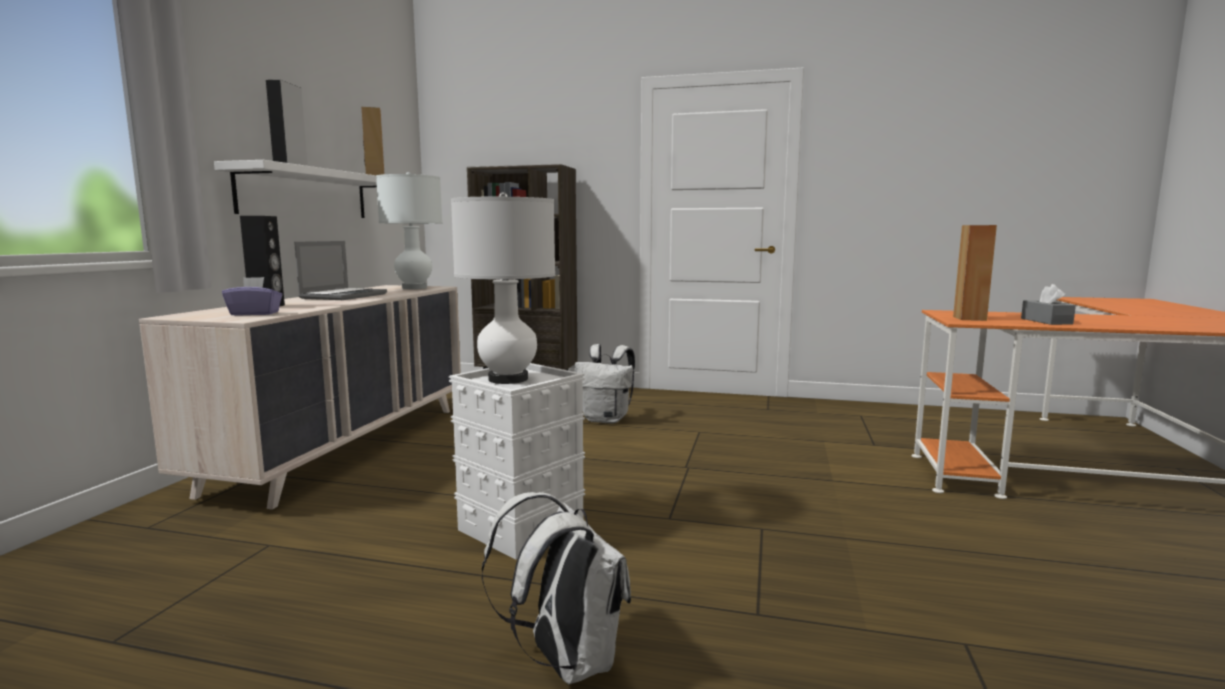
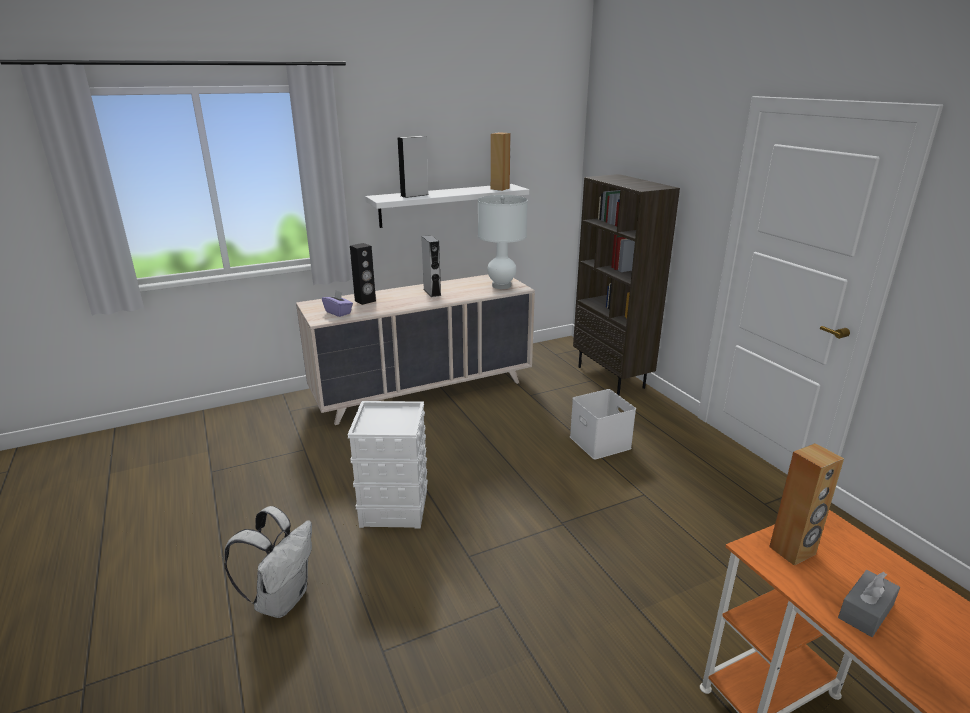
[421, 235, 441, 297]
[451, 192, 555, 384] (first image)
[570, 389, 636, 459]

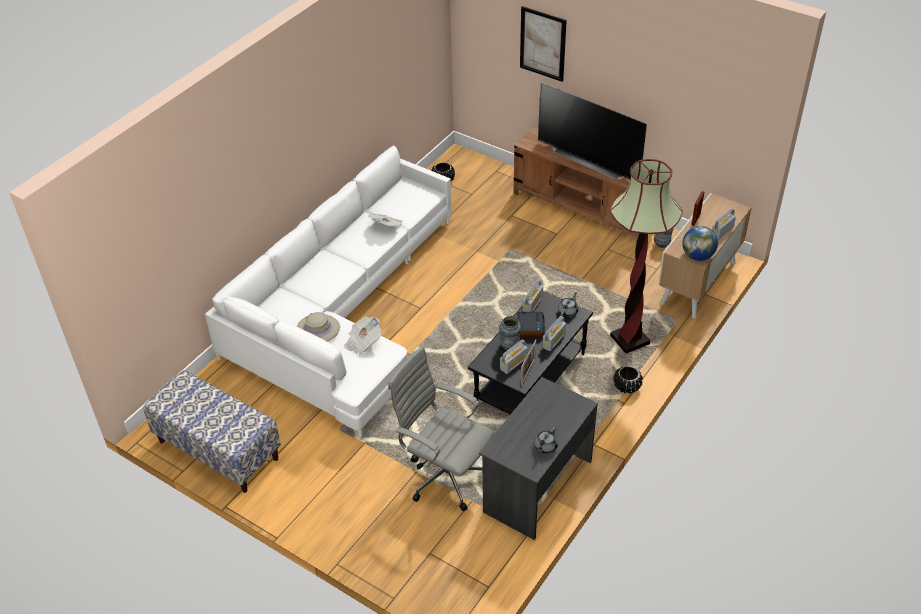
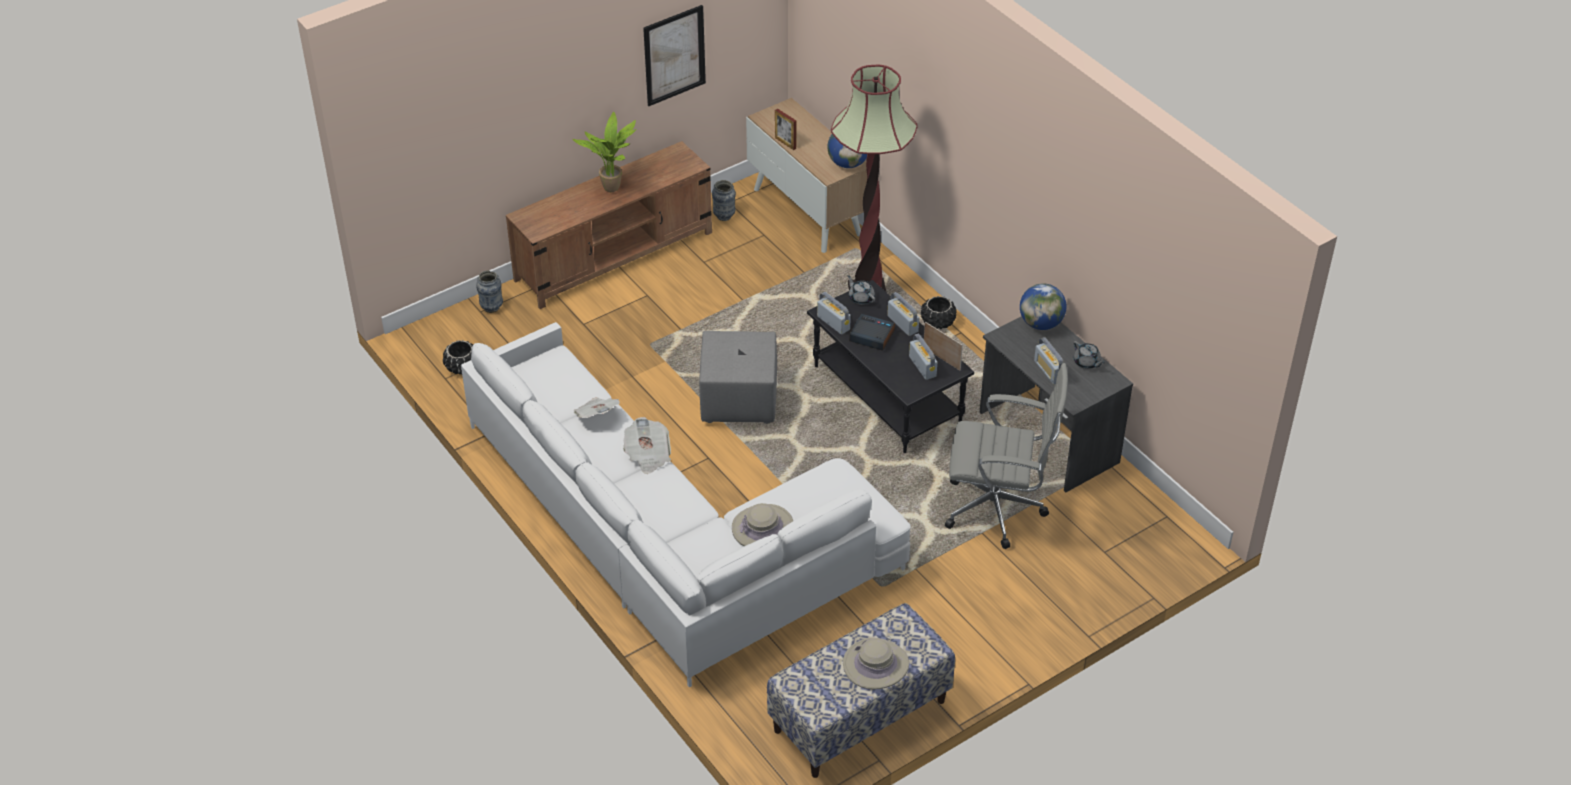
[623, 417, 671, 474]
[945, 363, 1068, 549]
[476, 270, 503, 313]
[643, 5, 706, 106]
[572, 112, 636, 192]
[1034, 337, 1063, 385]
[699, 331, 777, 424]
[843, 638, 909, 689]
[1020, 284, 1067, 330]

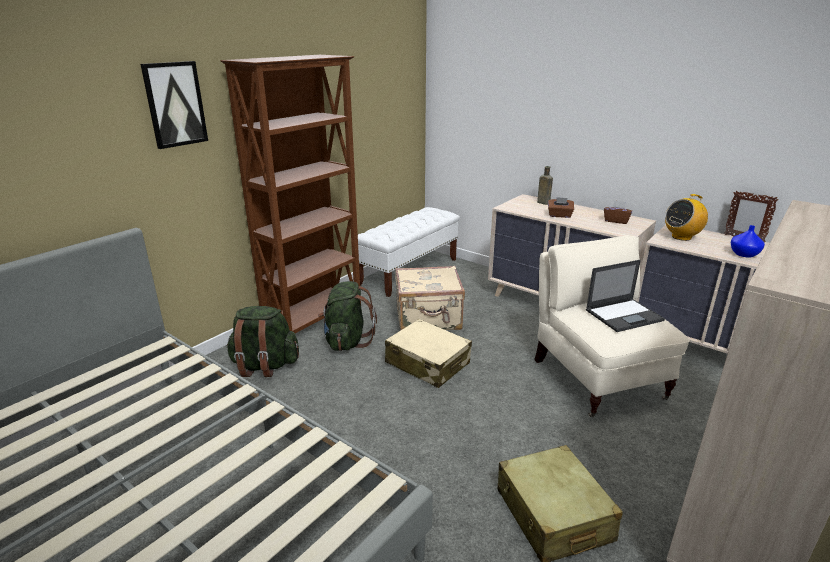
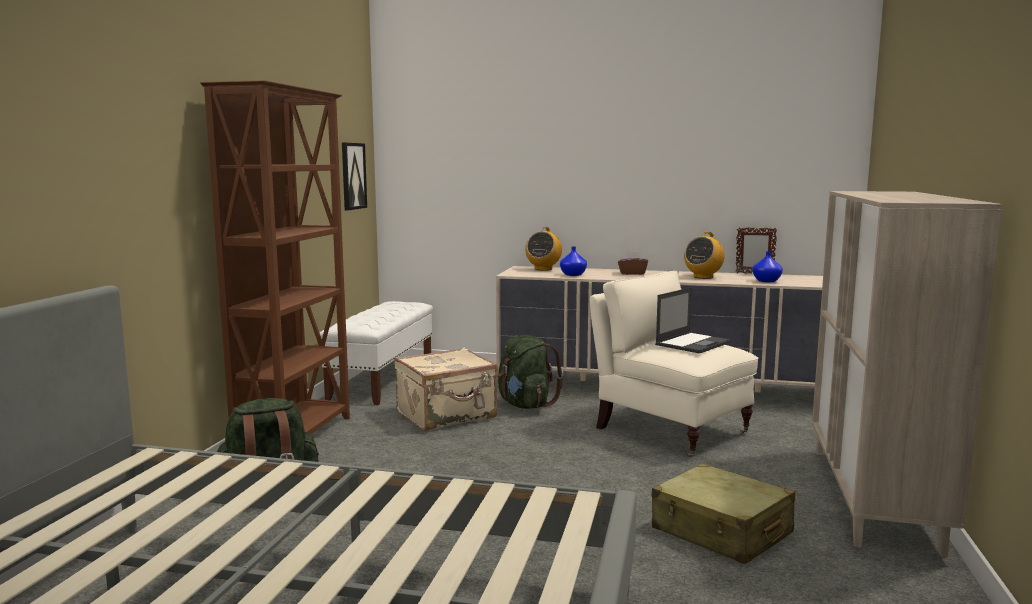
[342, 143, 367, 210]
[497, 335, 563, 409]
[385, 319, 472, 388] (first image)
[525, 227, 562, 271]
[560, 246, 587, 276]

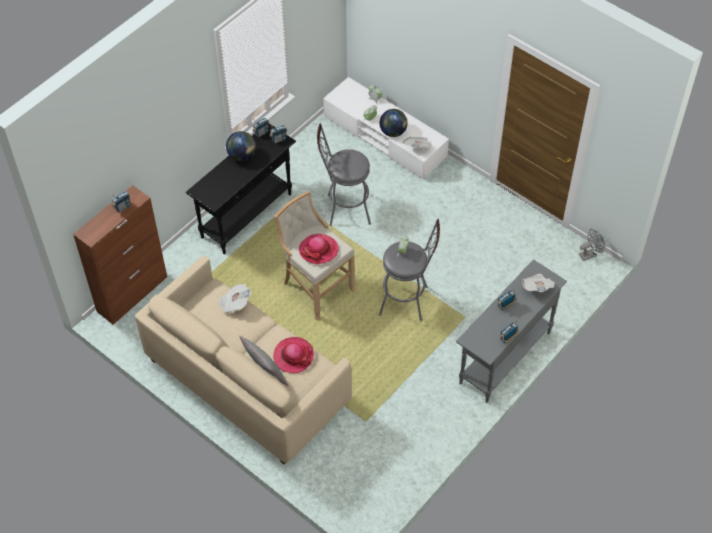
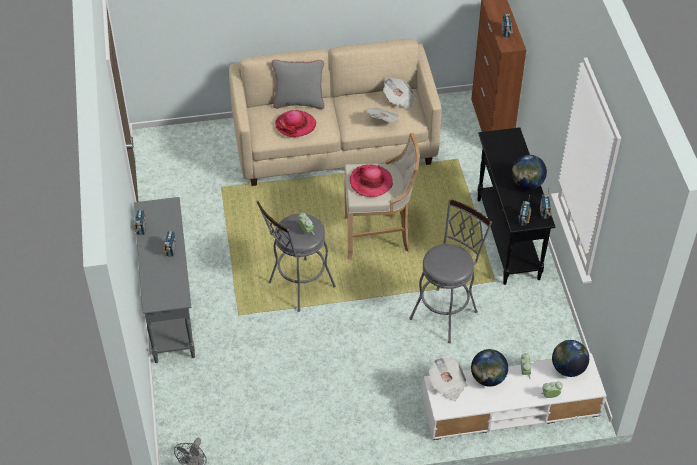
[383, 78, 416, 110]
[552, 340, 589, 377]

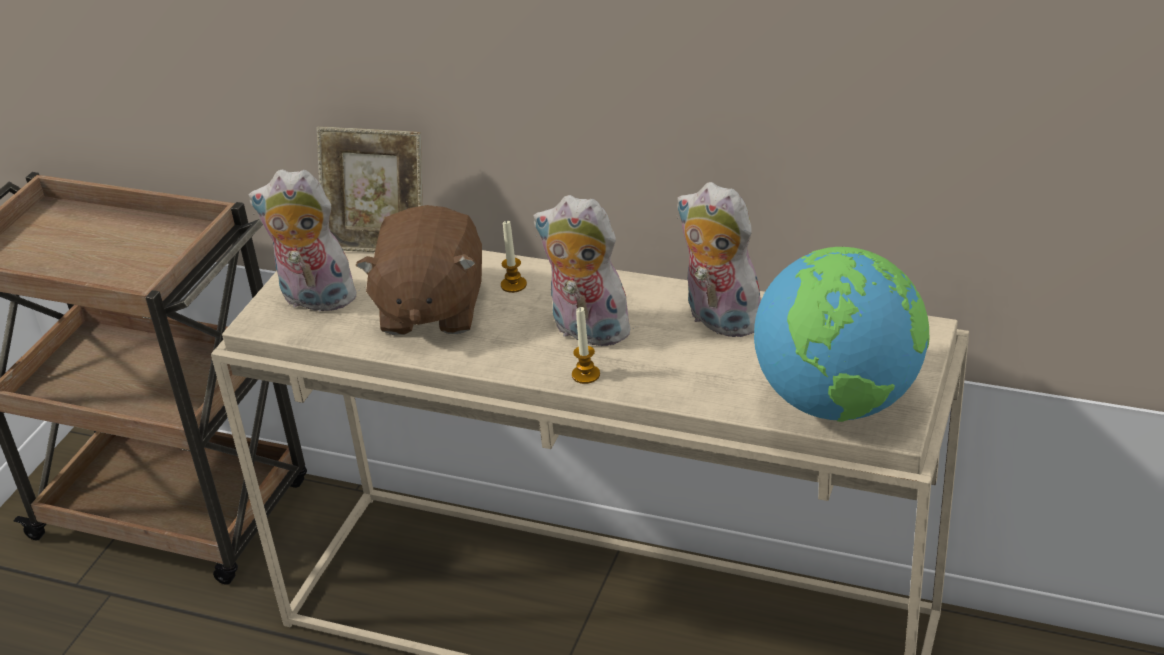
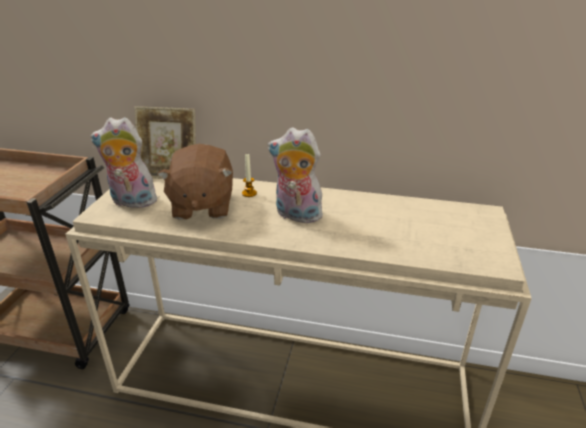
[572, 307, 600, 384] (first image)
[677, 182, 761, 337] (first image)
[754, 247, 929, 422] (first image)

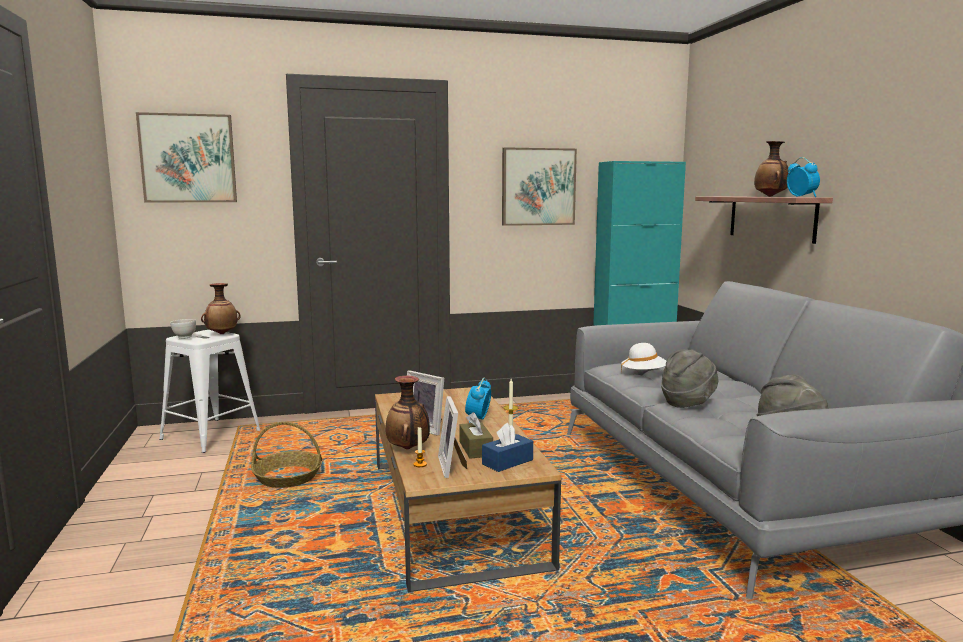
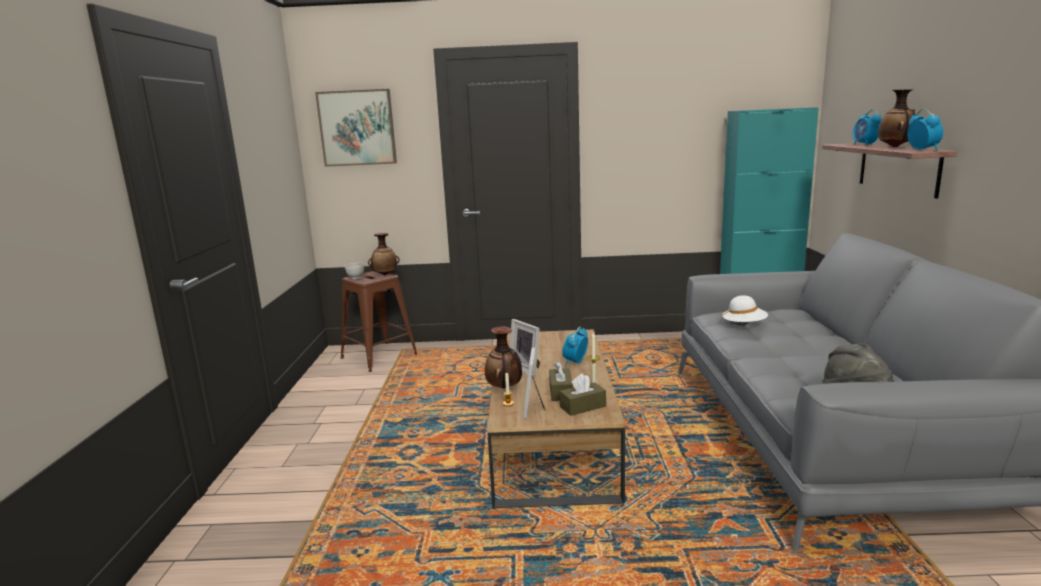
[341, 271, 417, 372]
[251, 422, 322, 488] (first image)
[559, 373, 606, 416]
[502, 147, 577, 226] (first image)
[661, 349, 718, 408] (first image)
[853, 109, 882, 146]

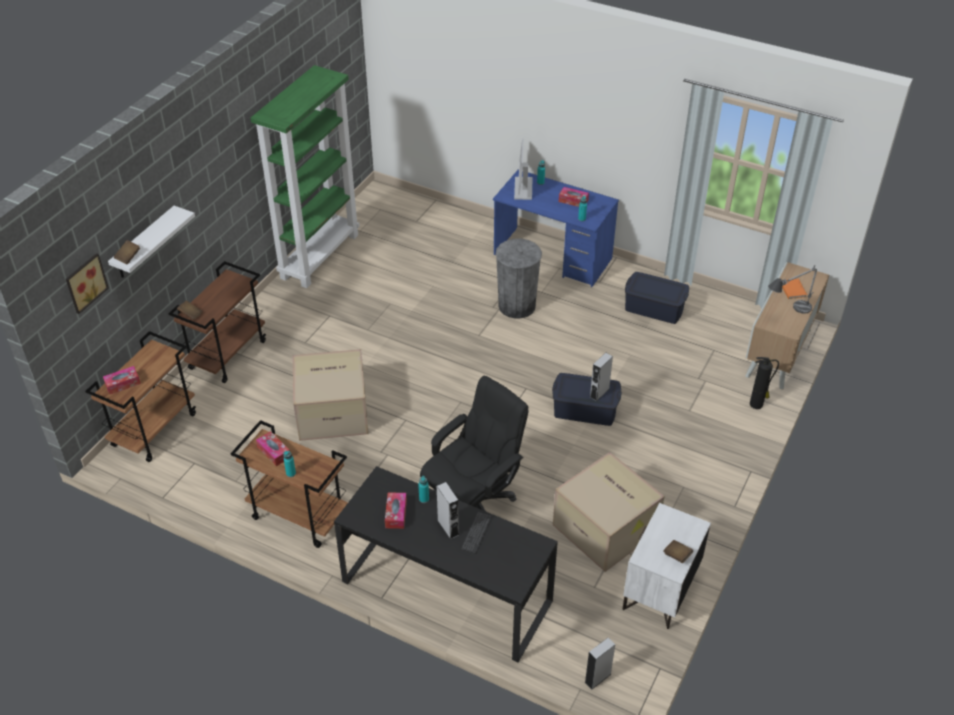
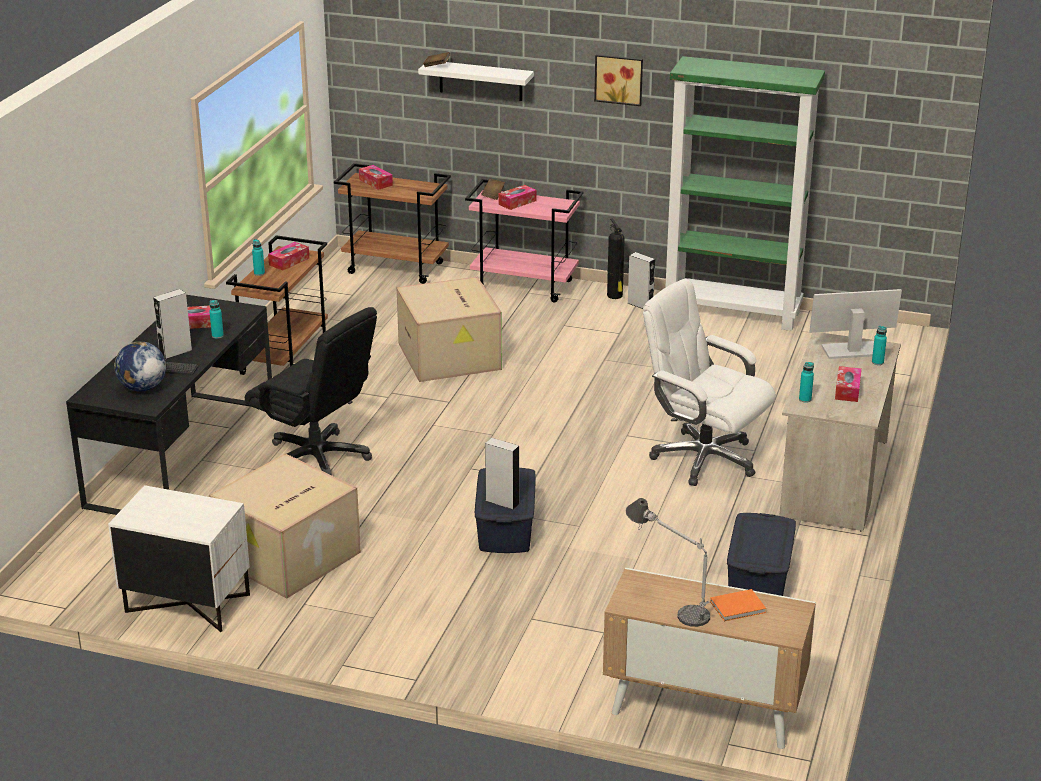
[594, 54, 643, 106]
[465, 179, 583, 302]
[779, 332, 901, 531]
[643, 279, 776, 486]
[628, 252, 655, 309]
[663, 540, 693, 563] (first image)
[607, 219, 625, 299]
[114, 341, 166, 391]
[498, 185, 537, 210]

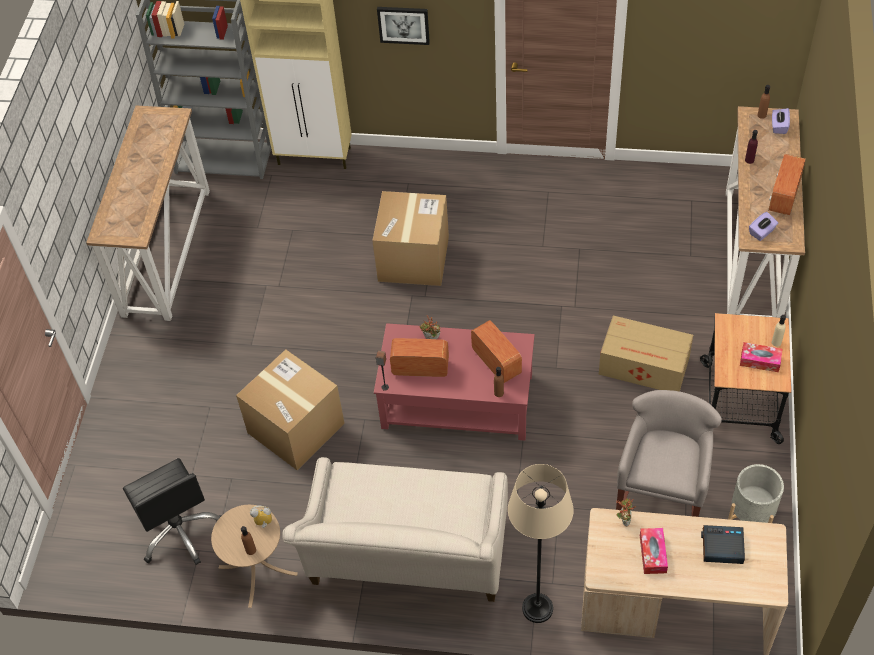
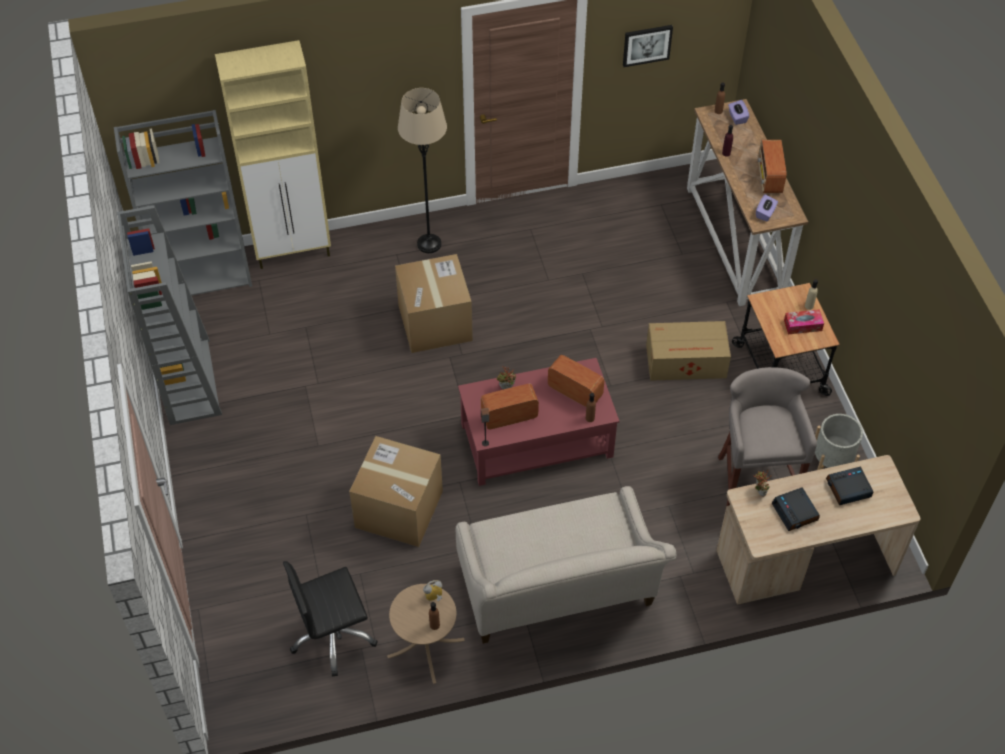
[117, 205, 222, 425]
[283, 561, 378, 676]
[623, 25, 673, 67]
[398, 88, 447, 254]
[772, 488, 820, 531]

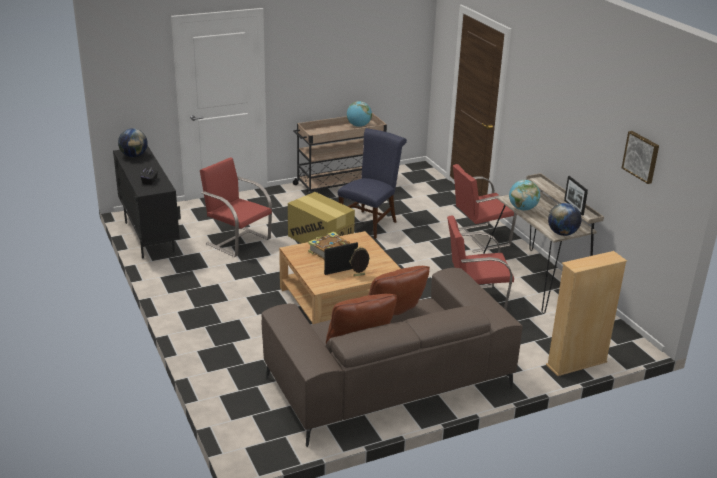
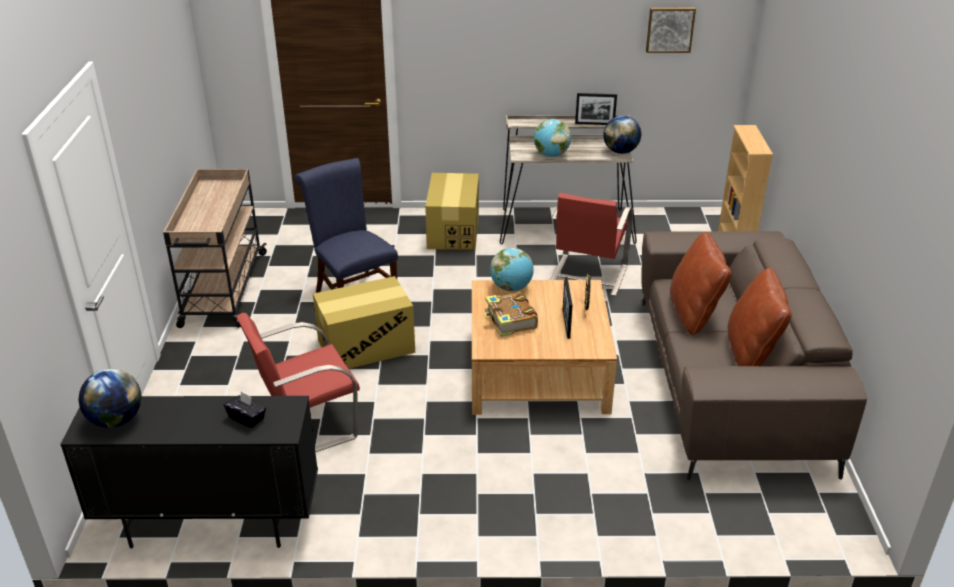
[490, 248, 534, 291]
[425, 173, 479, 250]

